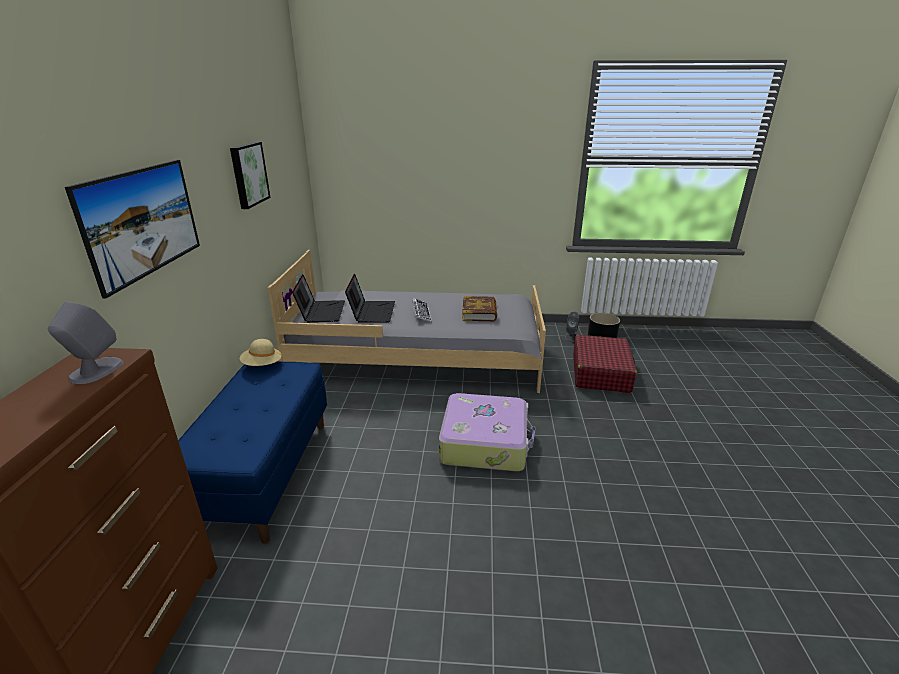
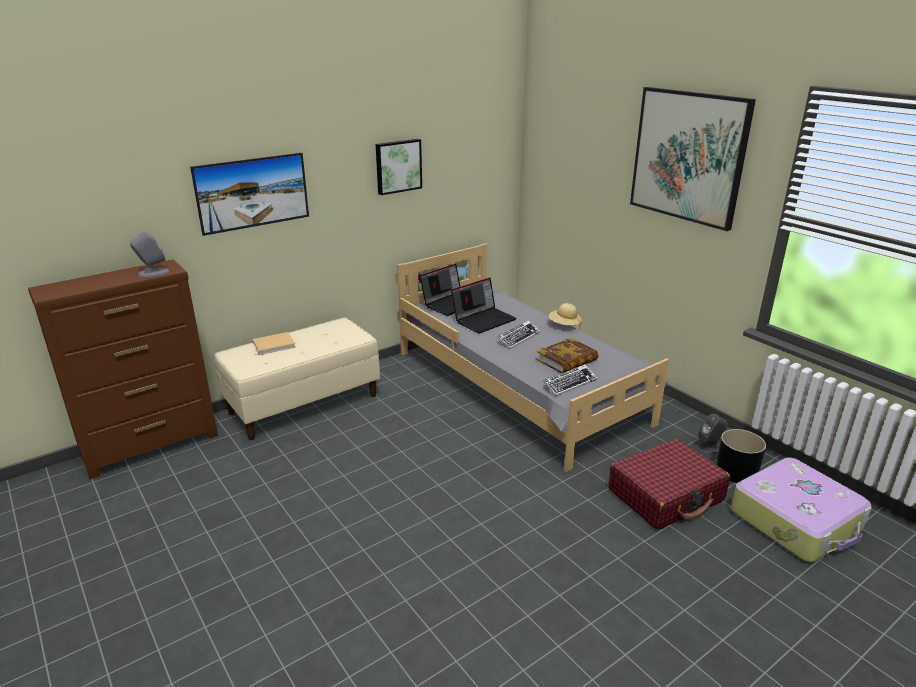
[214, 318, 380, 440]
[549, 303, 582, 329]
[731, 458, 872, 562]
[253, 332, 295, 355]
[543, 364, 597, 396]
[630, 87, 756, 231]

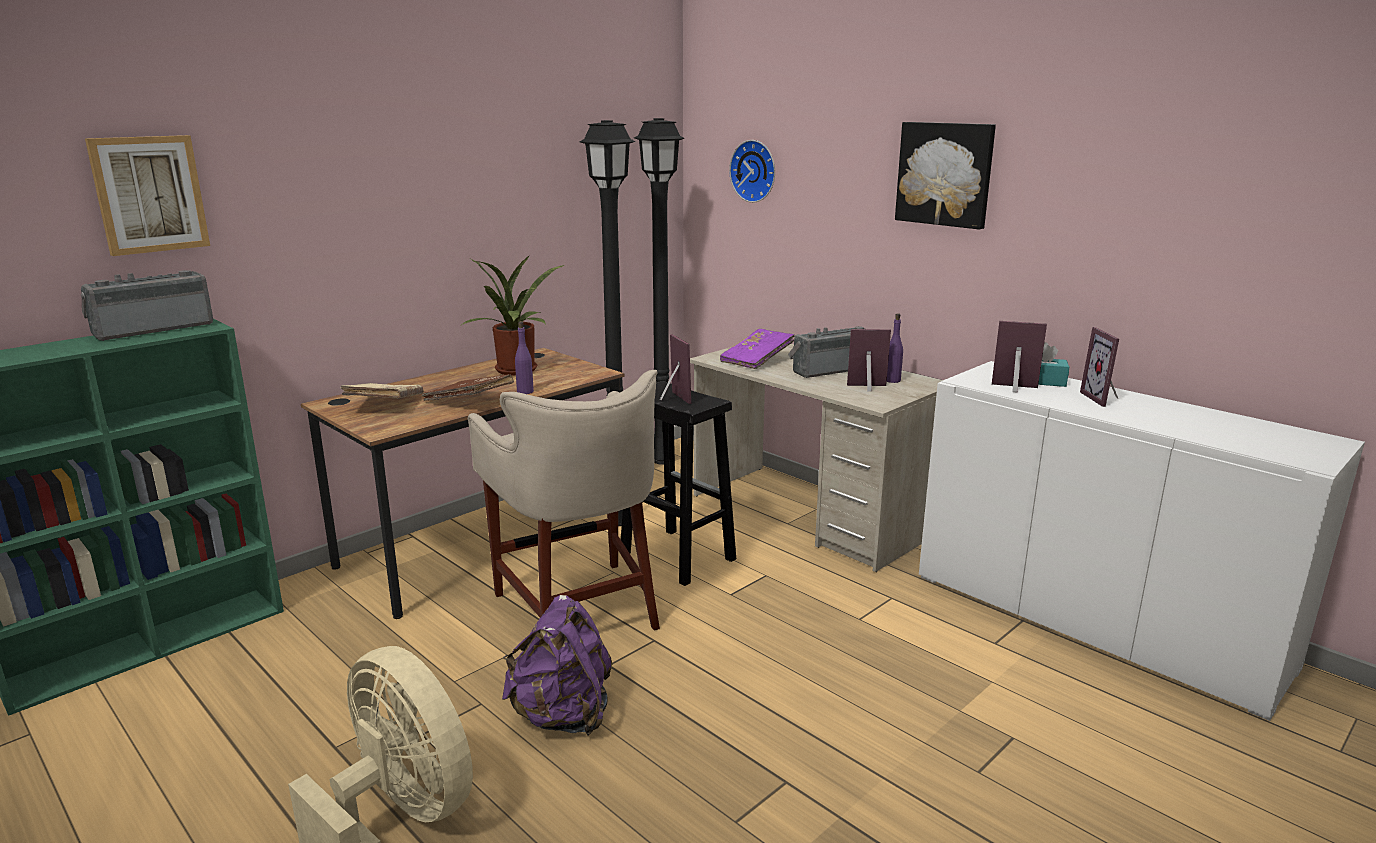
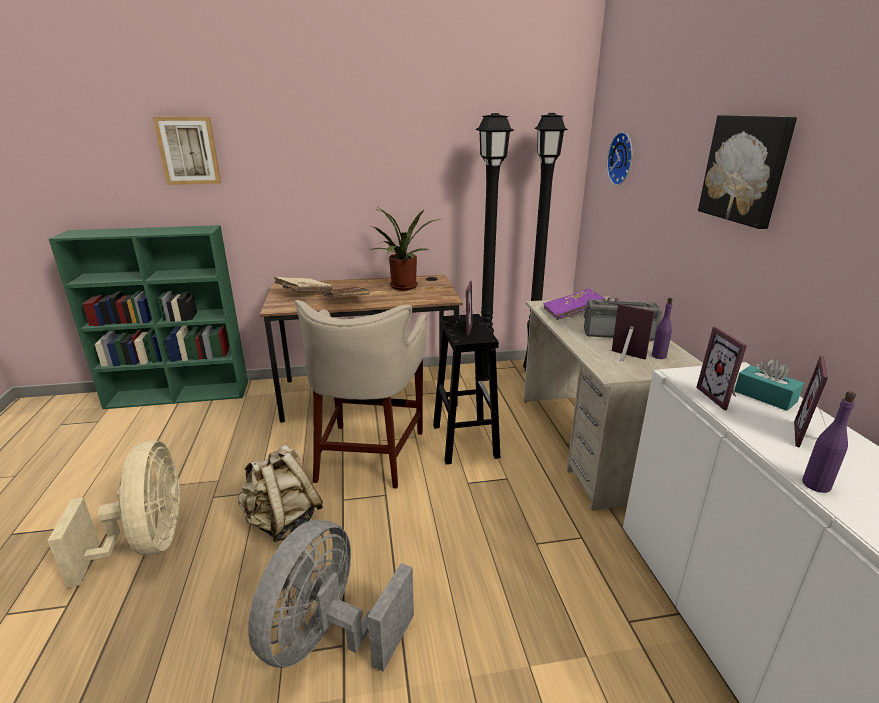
[81, 270, 213, 341] (first image)
[238, 445, 323, 542]
[802, 391, 856, 493]
[696, 327, 747, 410]
[248, 520, 414, 672]

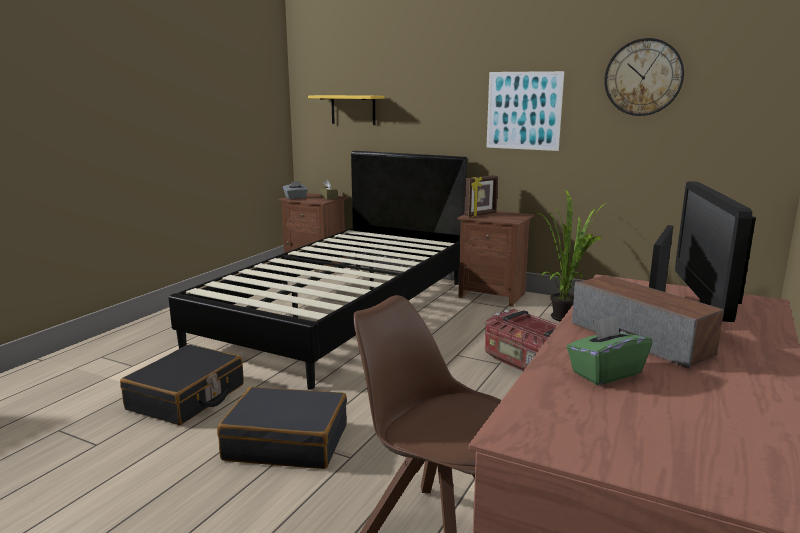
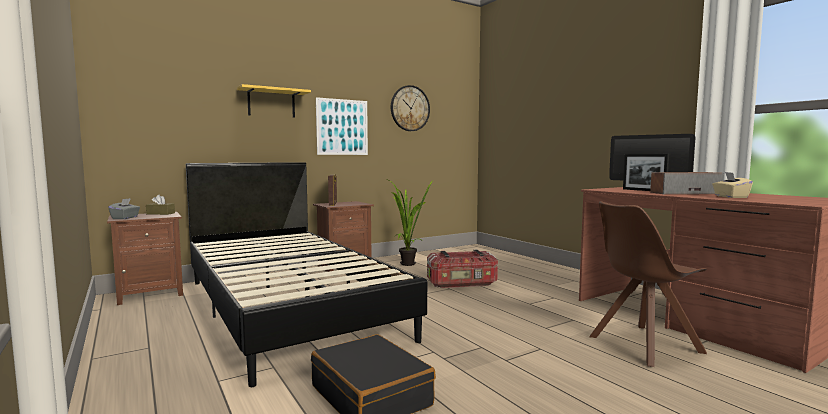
[217, 387, 347, 469] (first image)
[237, 84, 311, 118]
[712, 172, 753, 198]

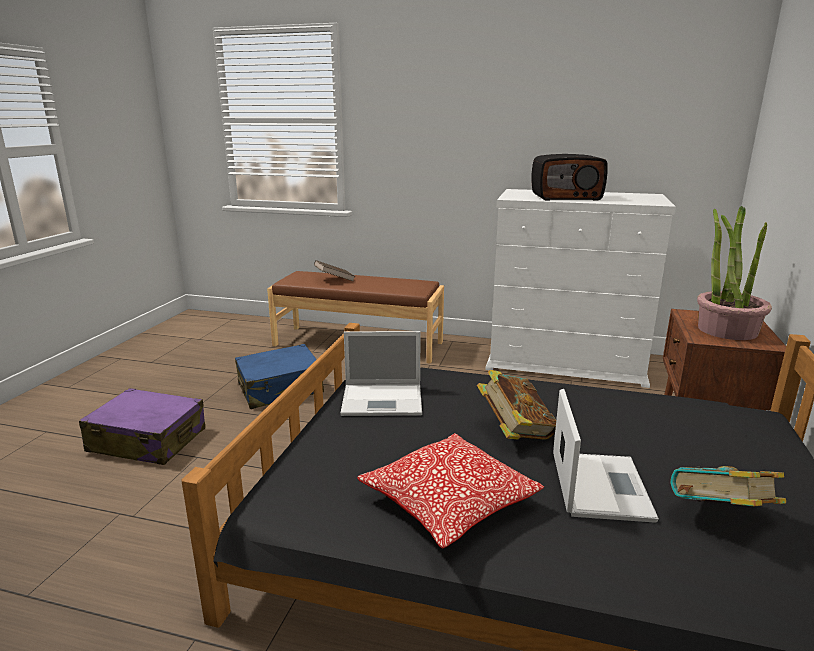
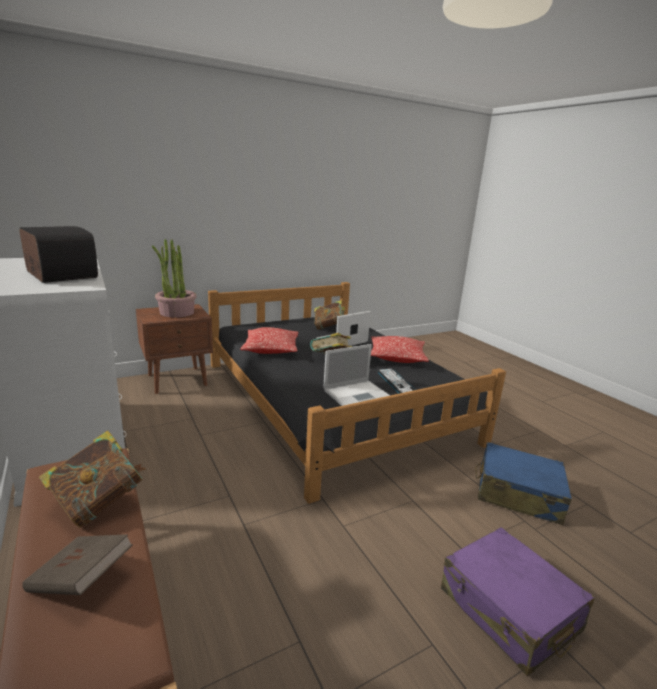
[475, 442, 572, 525]
[323, 344, 390, 406]
[39, 430, 145, 528]
[240, 327, 298, 354]
[378, 369, 416, 394]

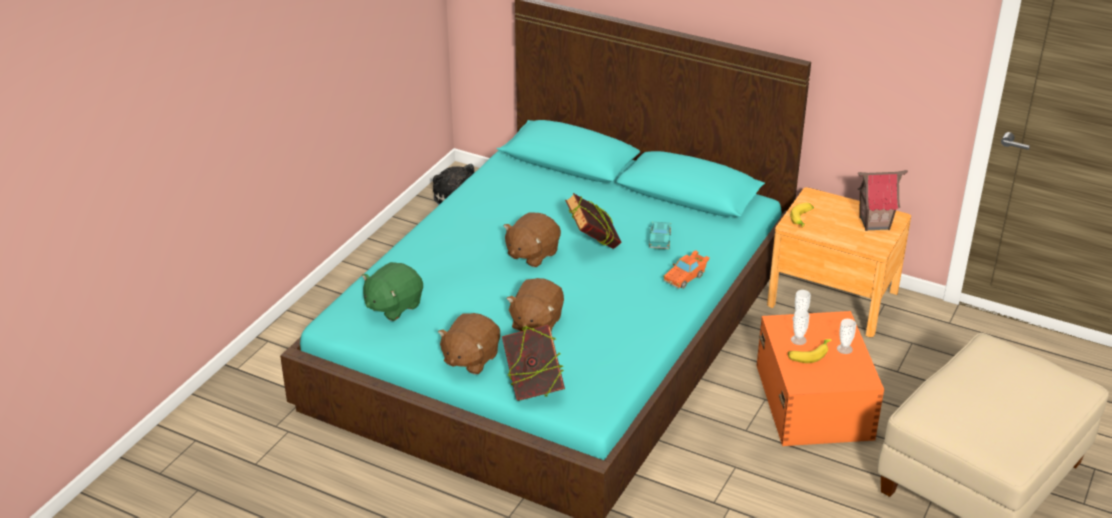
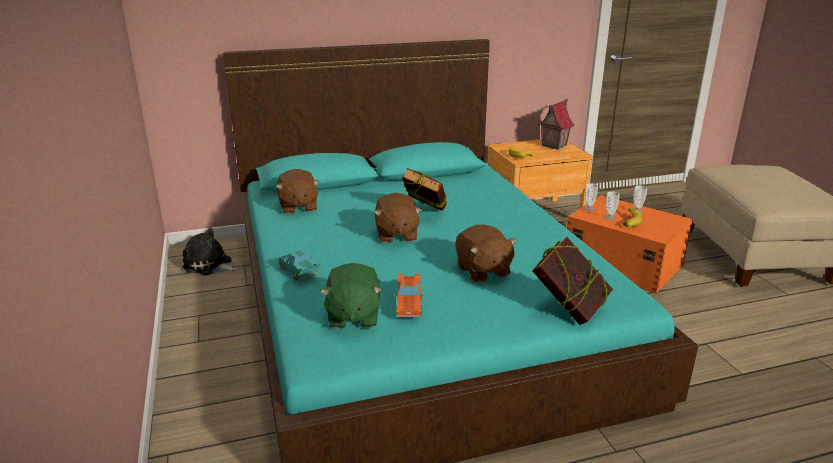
[276, 169, 320, 214]
[278, 249, 321, 281]
[395, 274, 423, 317]

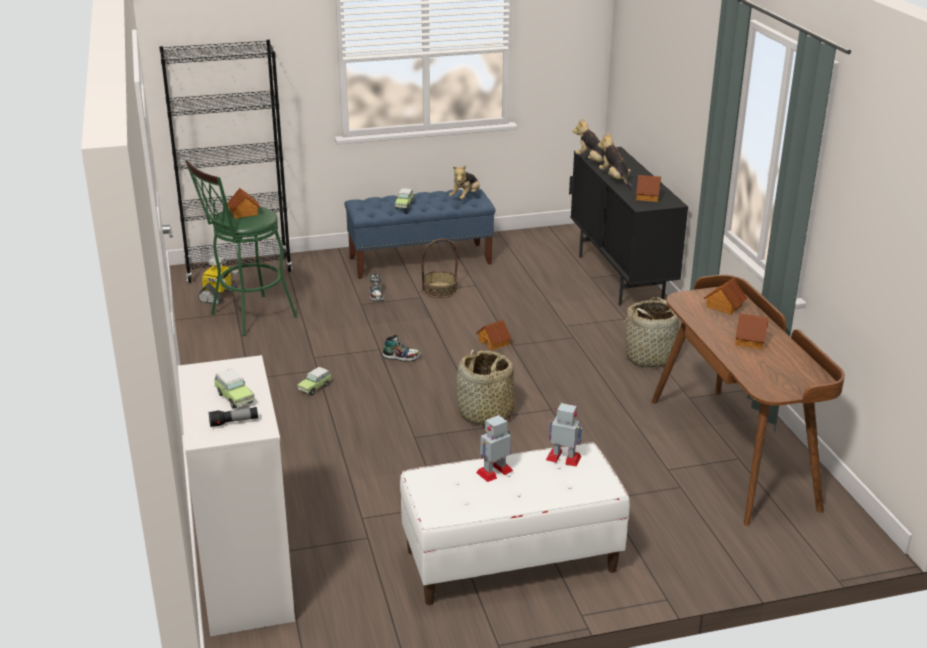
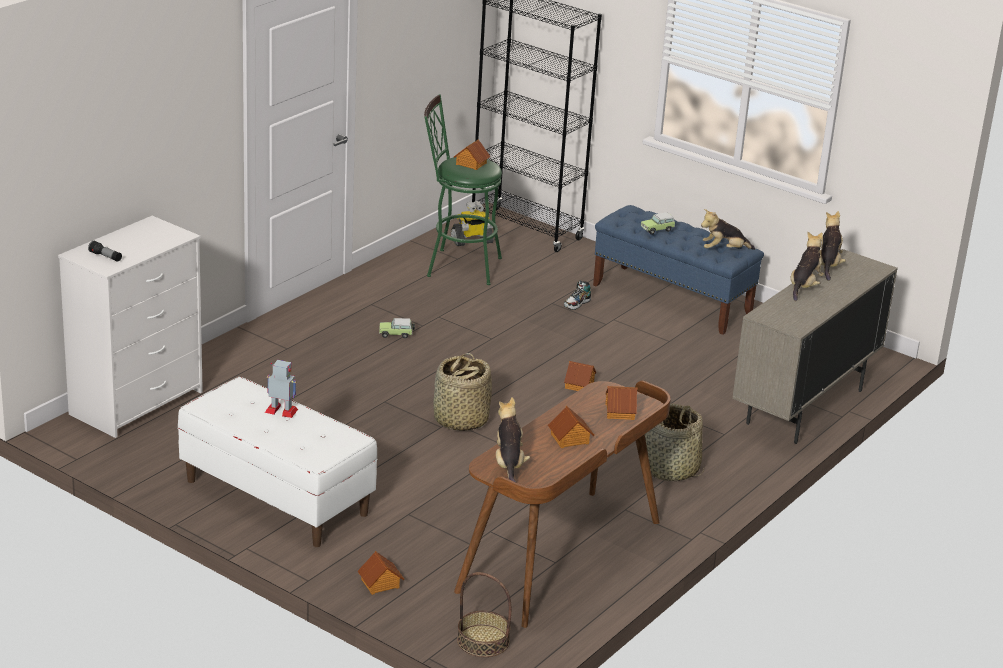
[214, 369, 254, 409] (first image)
[382, 335, 421, 362] (first image)
[457, 572, 512, 657]
[546, 403, 583, 467] (first image)
[732, 249, 898, 444]
[358, 551, 404, 595]
[496, 397, 530, 482]

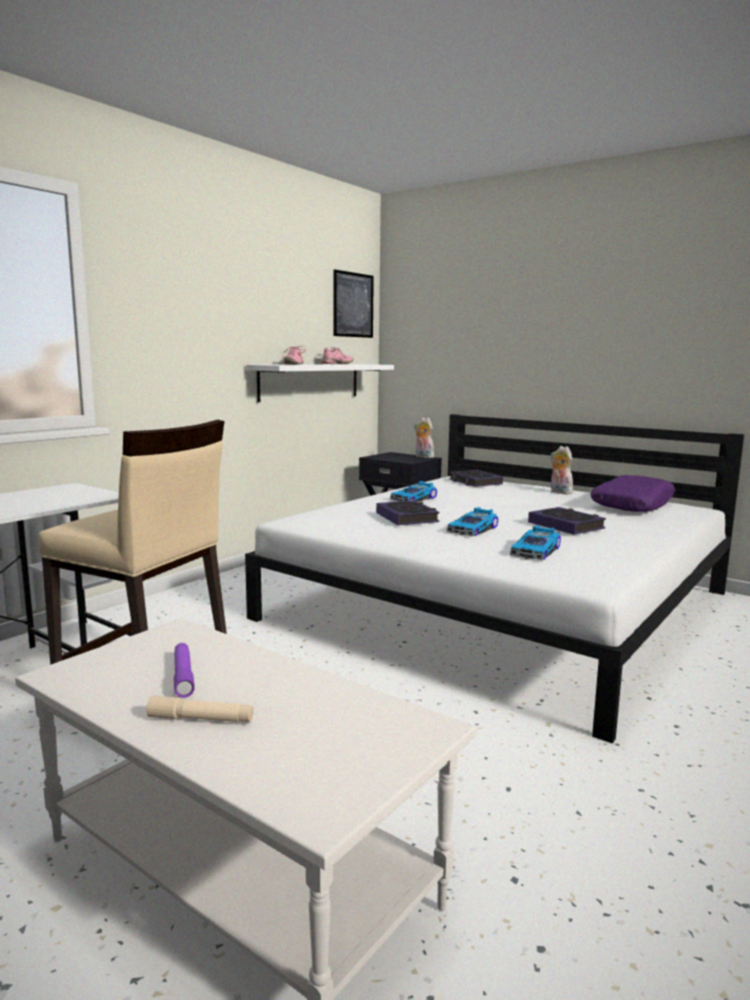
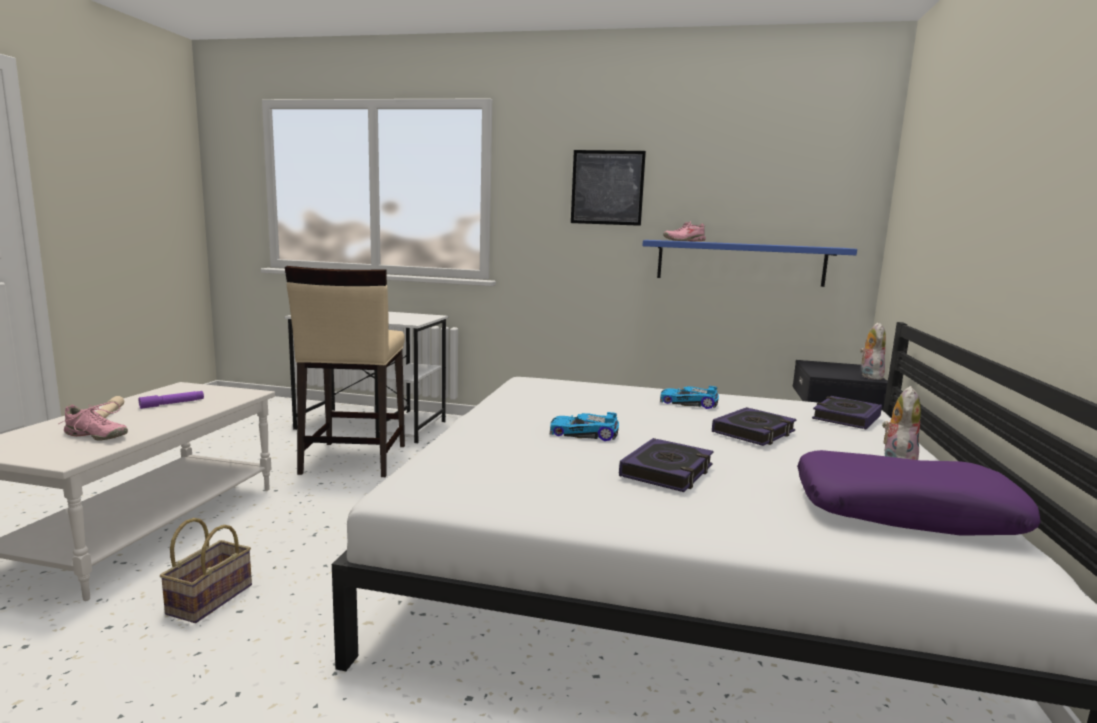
[642, 240, 857, 287]
[59, 402, 128, 441]
[571, 150, 646, 226]
[712, 407, 797, 446]
[510, 525, 561, 561] (first image)
[160, 518, 252, 623]

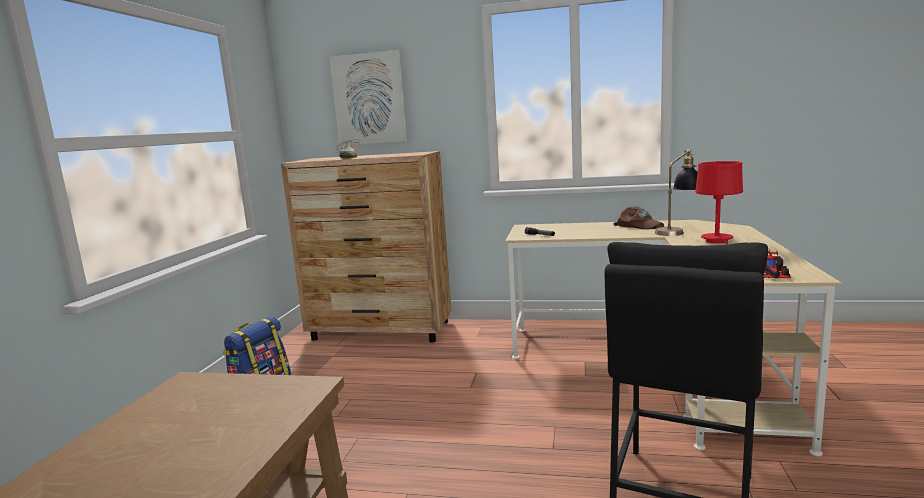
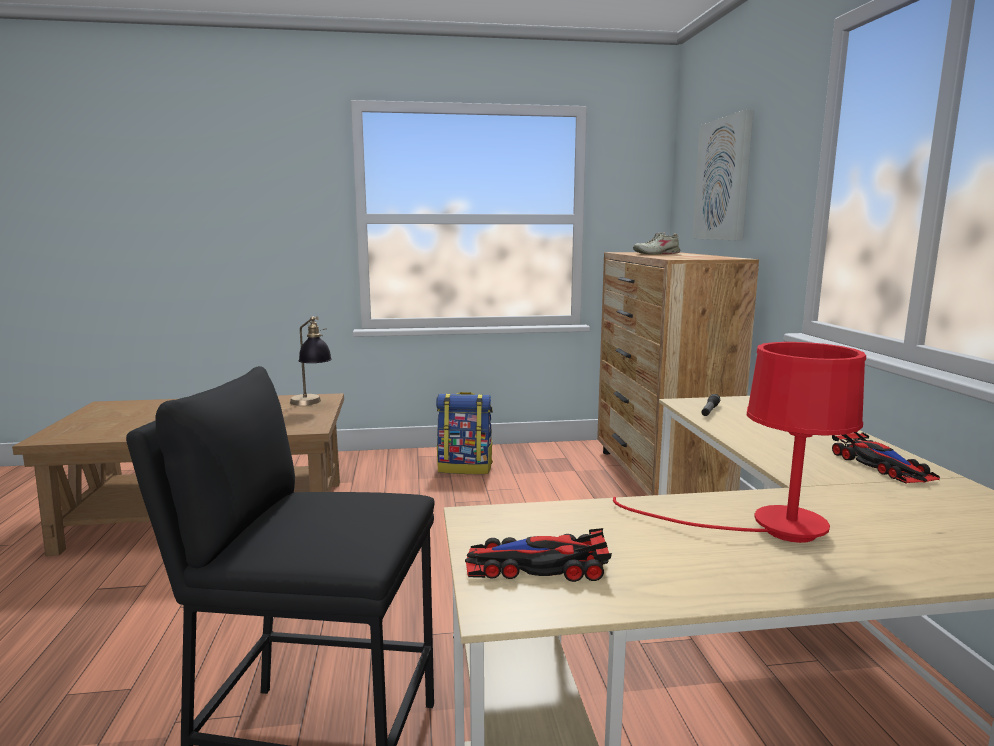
[832, 432, 940, 483]
[290, 316, 332, 406]

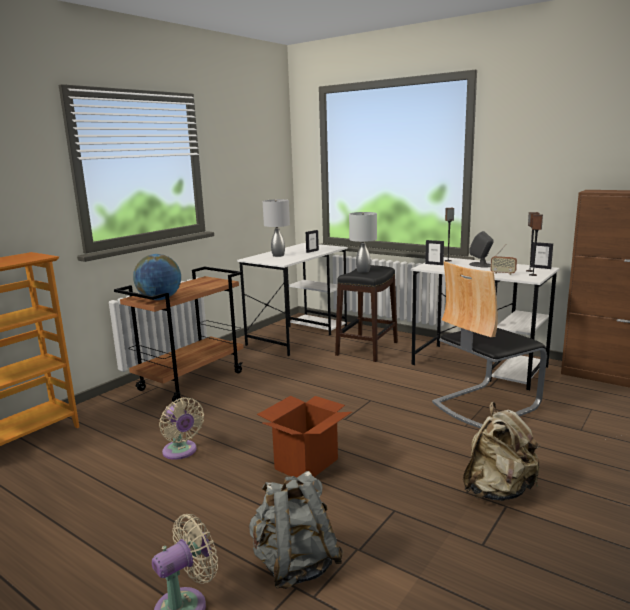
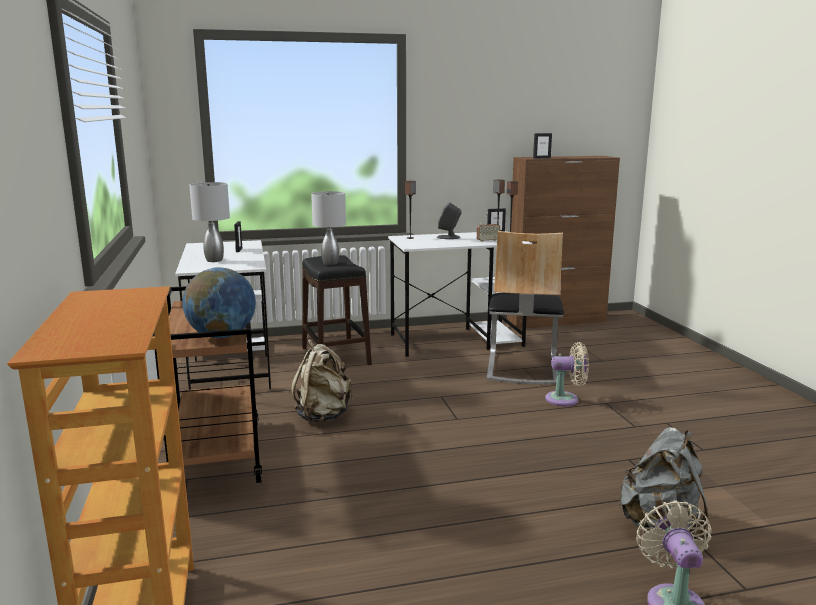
[545, 342, 589, 406]
[257, 396, 352, 478] (first image)
[533, 133, 552, 159]
[291, 339, 353, 422]

